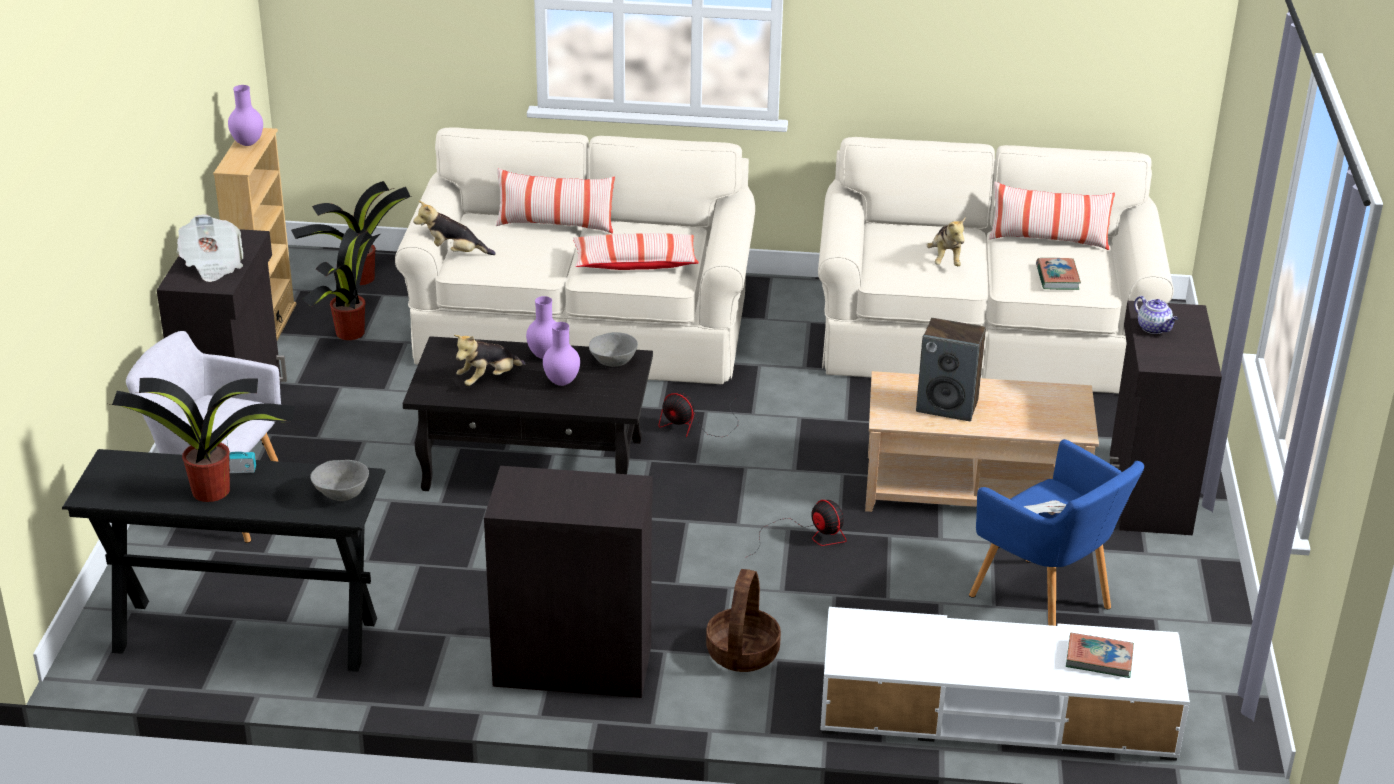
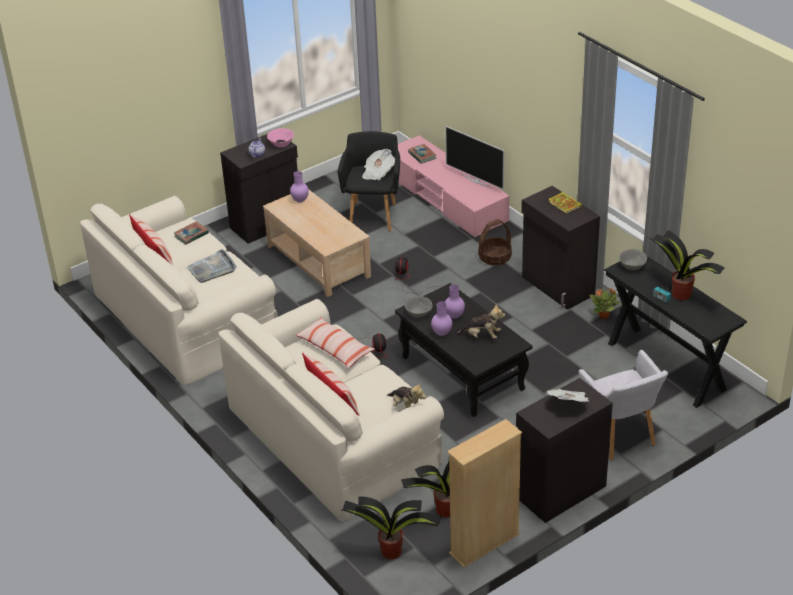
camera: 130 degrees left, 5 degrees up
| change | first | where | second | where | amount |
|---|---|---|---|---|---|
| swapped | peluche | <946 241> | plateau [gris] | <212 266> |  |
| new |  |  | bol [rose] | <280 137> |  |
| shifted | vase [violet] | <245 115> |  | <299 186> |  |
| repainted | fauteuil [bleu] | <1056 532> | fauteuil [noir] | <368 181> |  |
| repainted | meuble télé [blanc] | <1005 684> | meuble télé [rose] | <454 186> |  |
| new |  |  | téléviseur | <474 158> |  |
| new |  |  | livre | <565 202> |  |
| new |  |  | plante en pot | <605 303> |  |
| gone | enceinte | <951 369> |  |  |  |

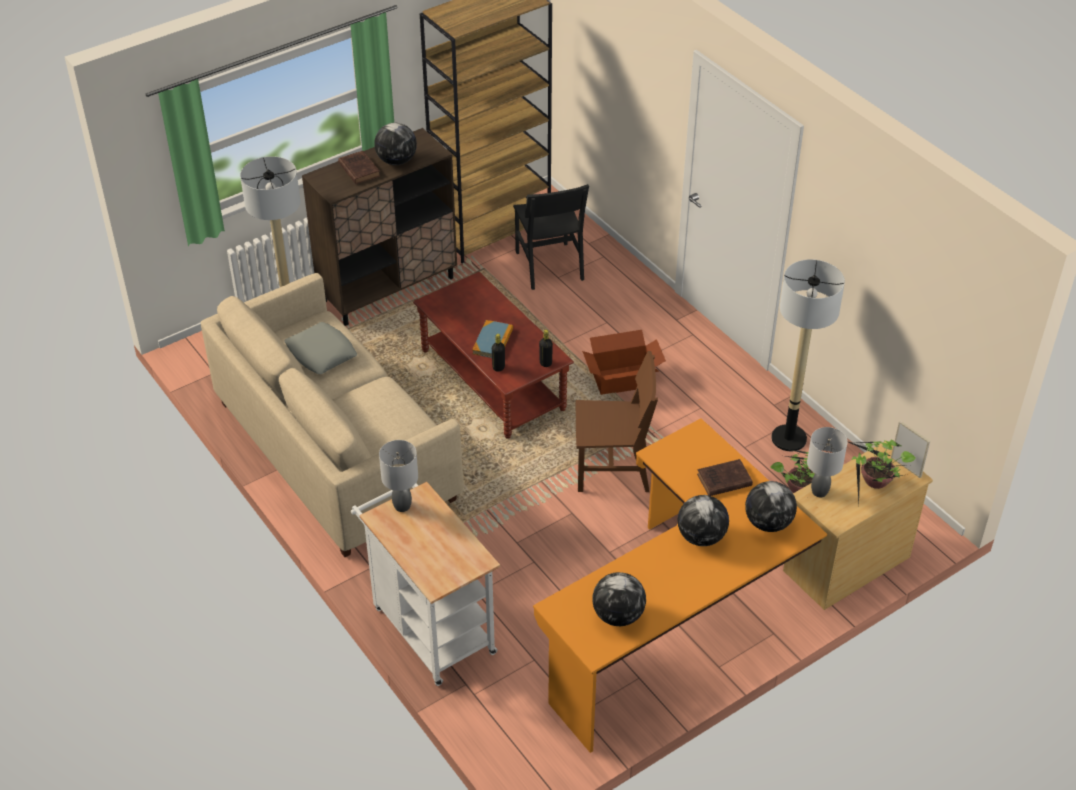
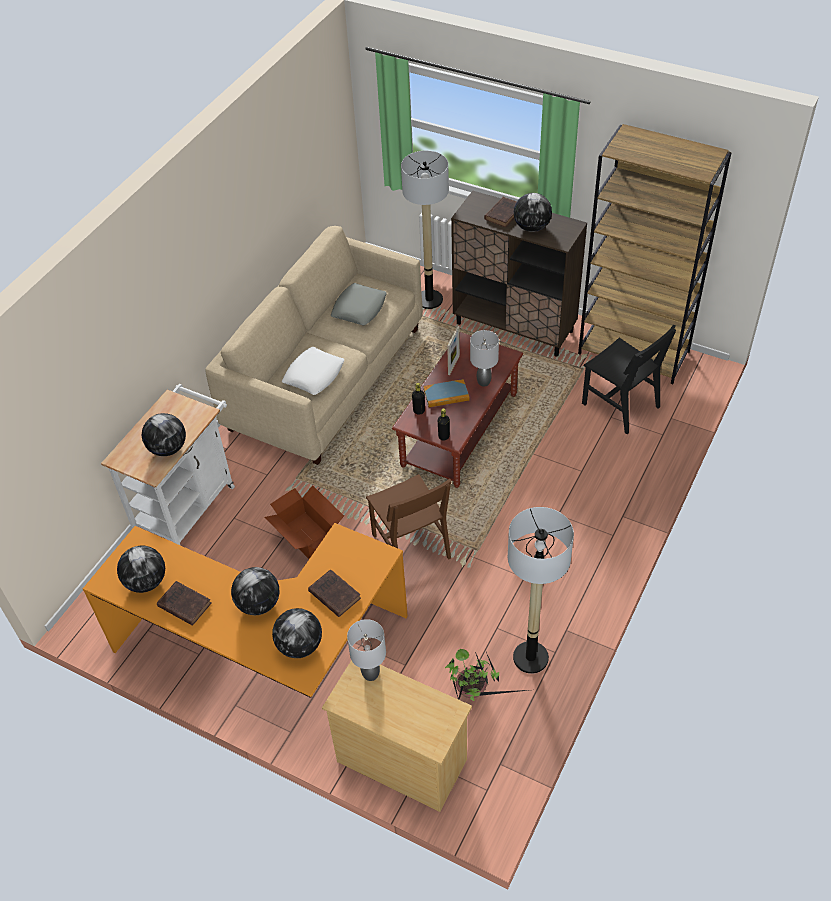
camera: 65 degrees right, 5 degrees up
| change | first | where | second | where | amount |
|---|---|---|---|---|---|
| new |  |  | globe | <164 434> |  |
| new |  |  | livre [marron] | <184 603> |  |
| shifted | carton | <624 362> |  | <304 522> |  |
| new |  |  | coussin [blanc] | <313 371> |  |
| shifted | cadre photo | <910 449> |  | <453 350> |  |
| shifted | lampe de table [gris] | <398 476> |  | <484 358> |  |
| rotated | chaise [noir] | <551 237> |  | <629 379> | 90 degrees counterclockwise |
| gone | plante en pot | <882 471> |  |  |  |

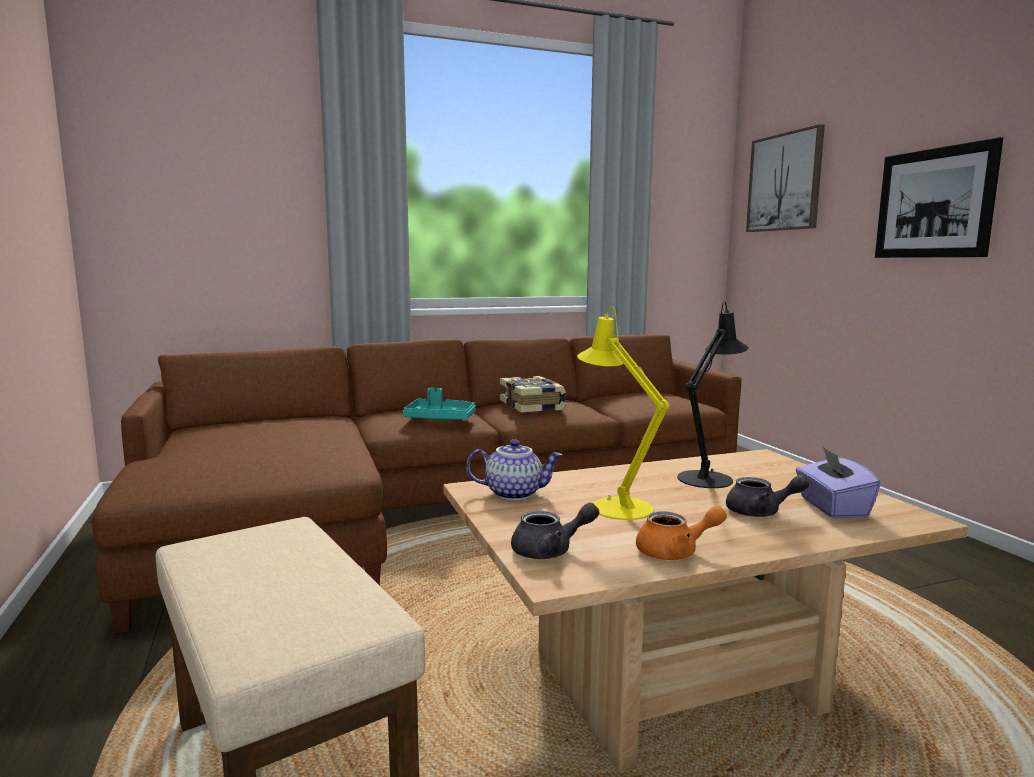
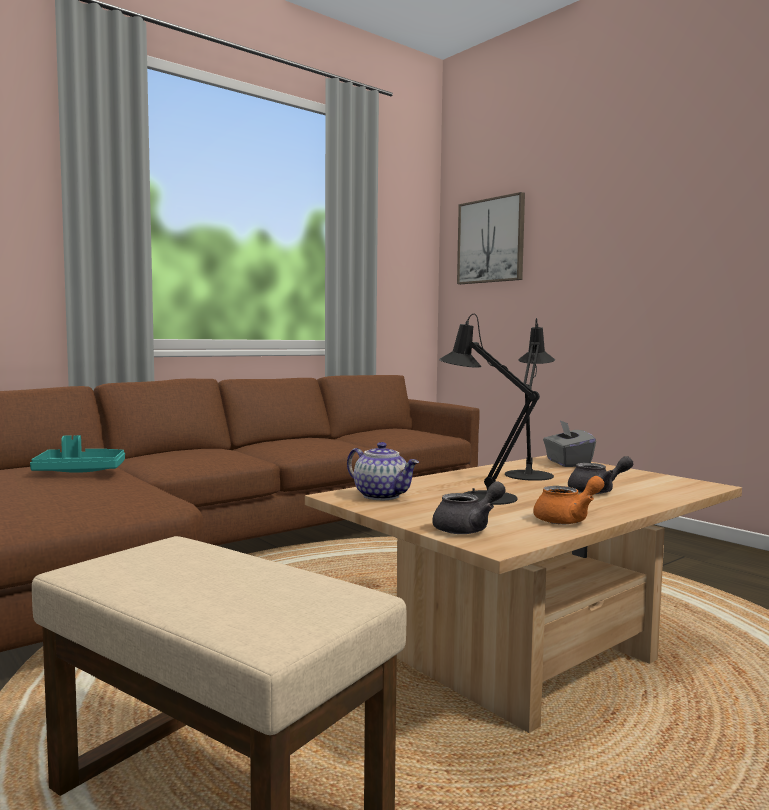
camera: 20 degrees left, 5 degrees down
| change | first | where | second | where | amount |
|---|---|---|---|---|---|
| shifted | plateau [turquoise] | <439 404> |  | <77 454> |  |
| rotated | théière | <514 469> |  | <383 471> | 60 degrees clockwise |
| repainted | lampe de table [jaune] | <623 413> | lampe de table [noir] | <489 409> |  |
| new |  |  | boîte à mouchoirs [gris] | <569 443> |  |
| gone | livre | <533 394> |  |  |  |
| gone | boîte à mouchoirs [violet] | <838 482> |  |  |  |
| gone | tableau | <939 197> |  |  |  |

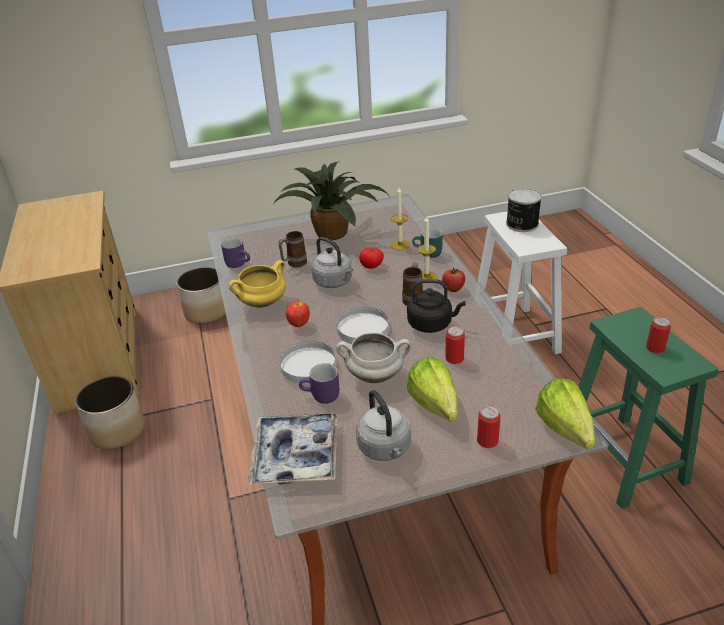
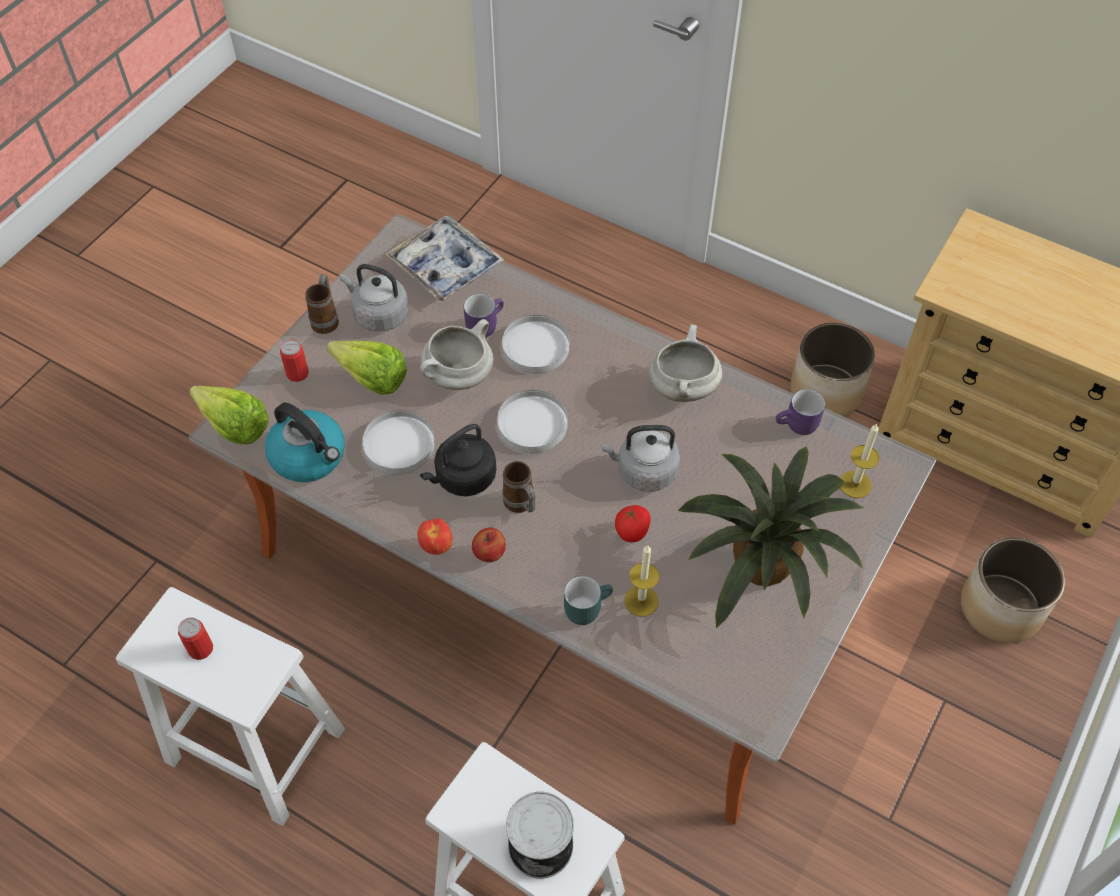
camera: 135 degrees right, 20 degrees up
| change | first | where | second | where | amount |
|---|---|---|---|---|---|
| repainted | tabouret [vert] | <648 408> | tabouret [blanc] | <230 706> |  |
| new |  |  | bouilloire | <305 442> |  |
| shifted | mug | <292 249> |  | <322 304> |  |
| swapped | boîte métallique | <455 345> | assiette [blanc] | <398 442> |  |
| shifted | pomme | <298 314> |  | <435 537> |  |
| repainted | marmite [jaune] | <257 284> | marmite [blanc] | <685 363> |  |
| shifted | bougie | <427 247> |  | <859 460> |  |

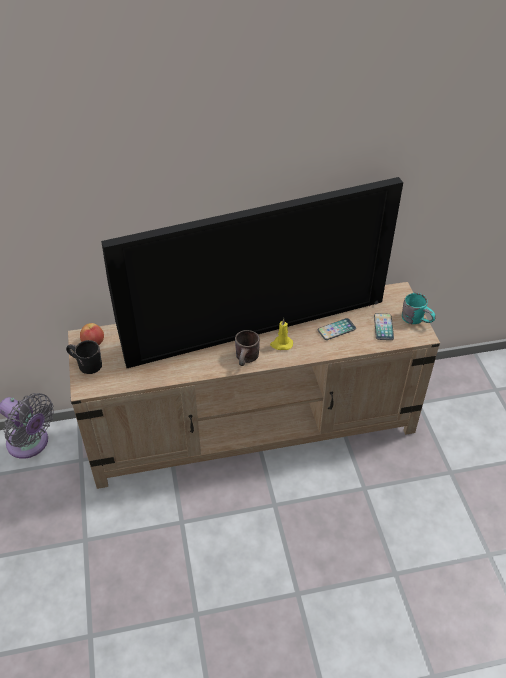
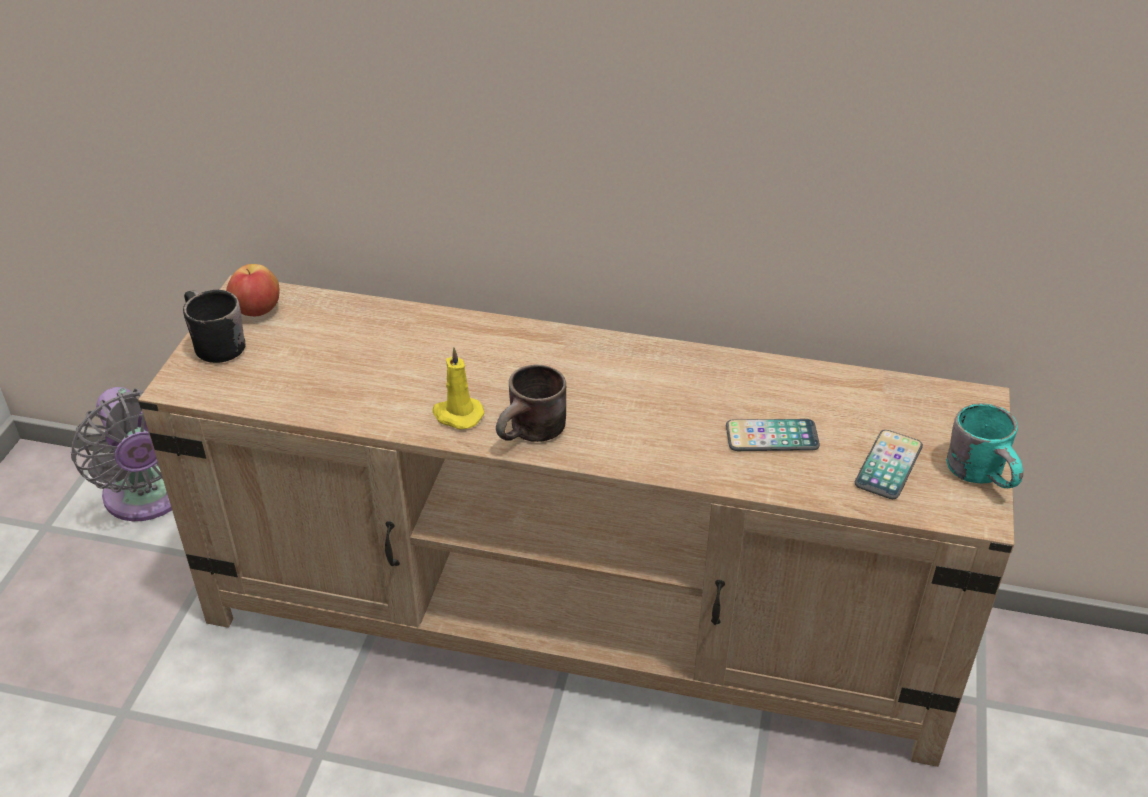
camera: 25 degrees right, 5 degrees down
| change | first | where | second | where | amount |
|---|---|---|---|---|---|
| shifted | bougie [jaune] | <281 334> |  | <458 388> |  |
| gone | téléviseur | <252 272> |  |  |  |

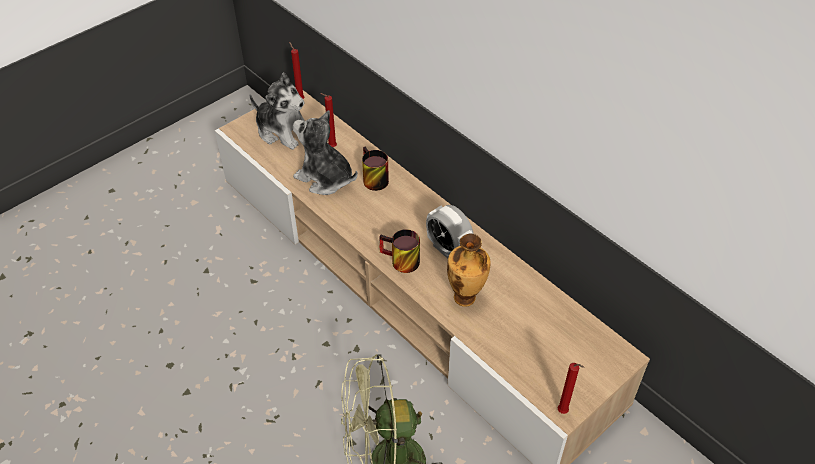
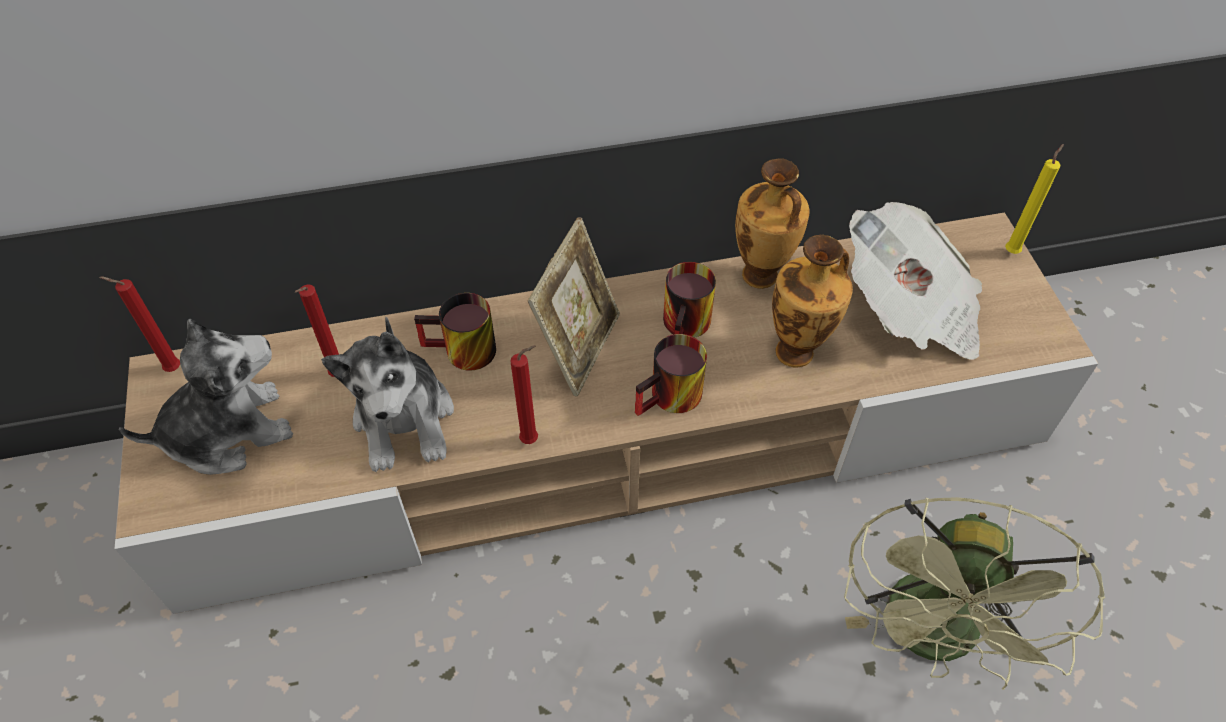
camera: 60 degrees left, 5 degrees up
| change | first | where | second | where | amount |
|---|---|---|---|---|---|
| rotated | peluche | <325 152> |  | <387 394> | 75 degrees counterclockwise |
| shifted | bougie [rouge] | <571 388> |  | <524 394> |  |
| new |  |  | cadre photo | <574 307> |  |
| swapped | réveil | <449 232> | mug | <689 300> |  |
| new |  |  | vase | <772 224> |  |
| new |  |  | journal | <915 281> |  |
| new |  |  | bougie [jaune] | <1034 199> |  |

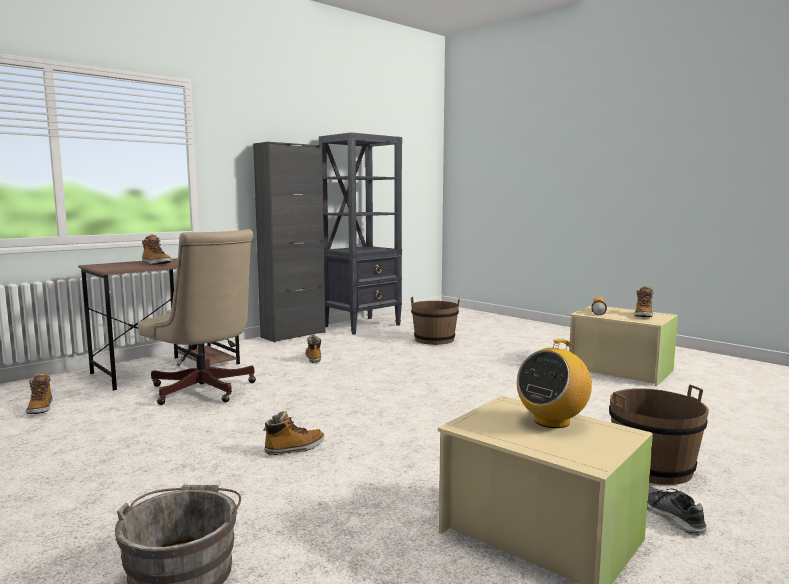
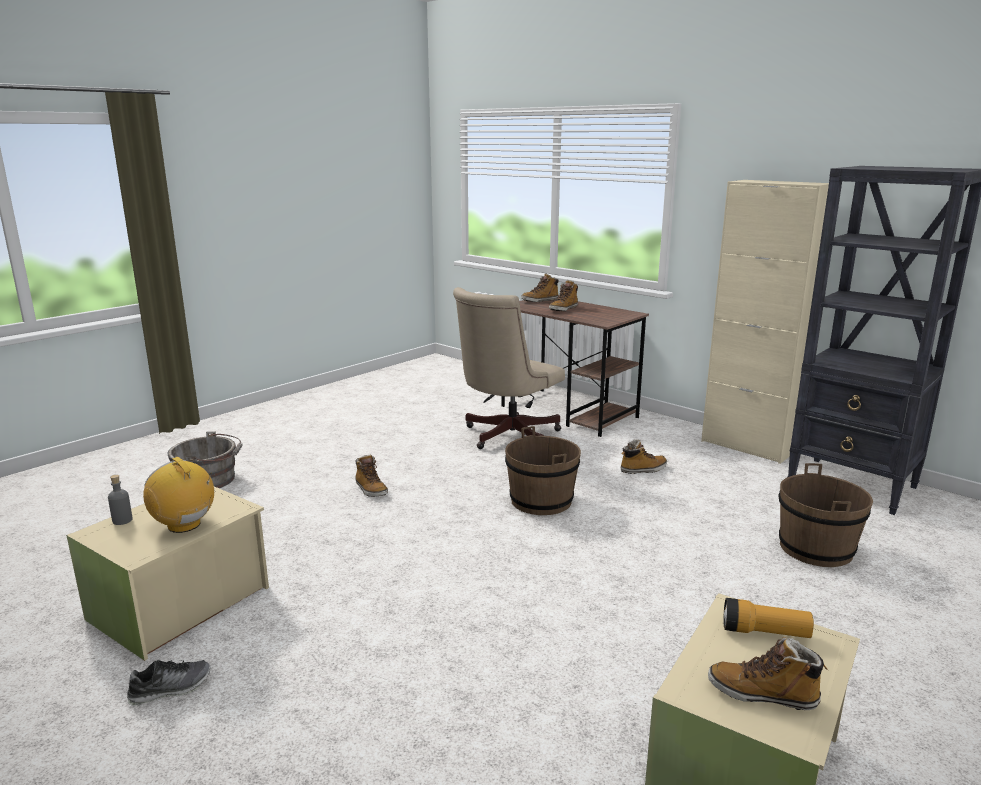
camera: 85 degrees right, 10 degrees up
| change | first | where | second | where | amount |
|---|---|---|---|---|---|
| new |  |  | bouteille [gris] | <120 500> |  |
| shifted | seau [marron] | <659 435> |  | <543 470> |  |
| shifted | botte | <39 394> |  | <540 287> |  |
| repainted | meuble de rangement [noir] | <289 242> | meuble de rangement [beige] | <765 322> |  |

